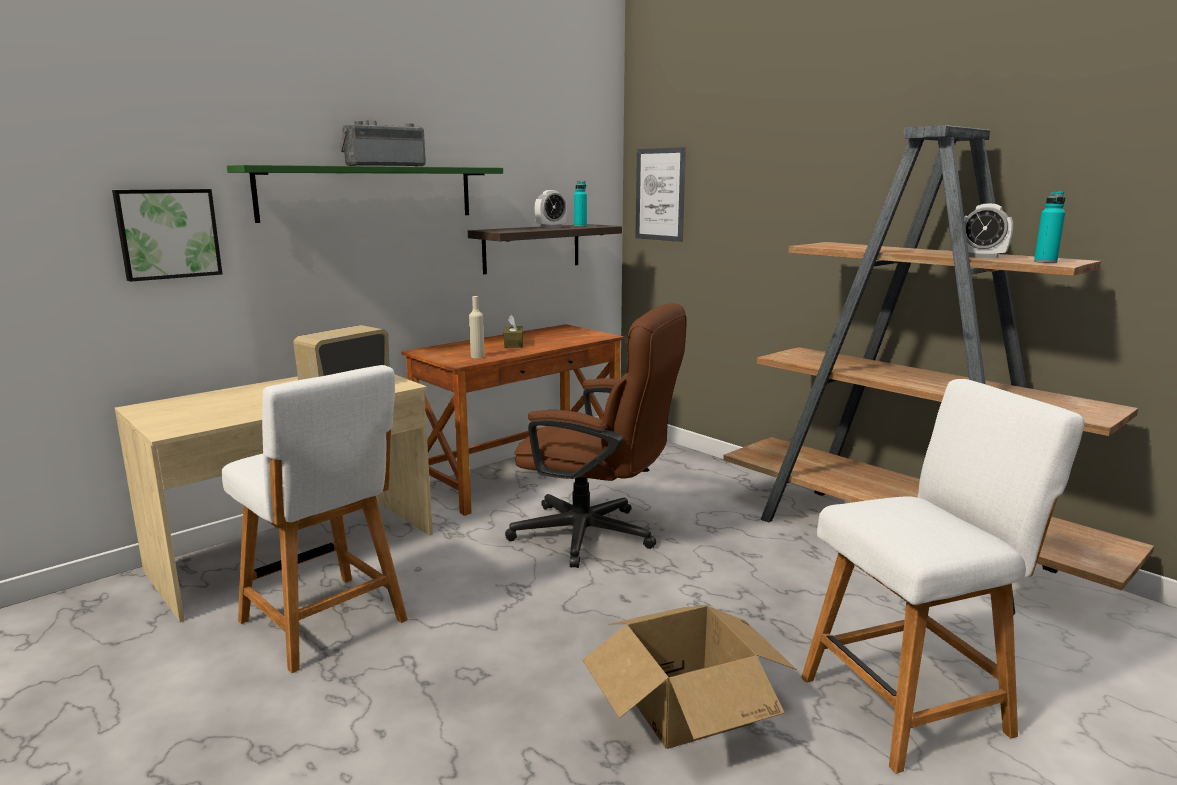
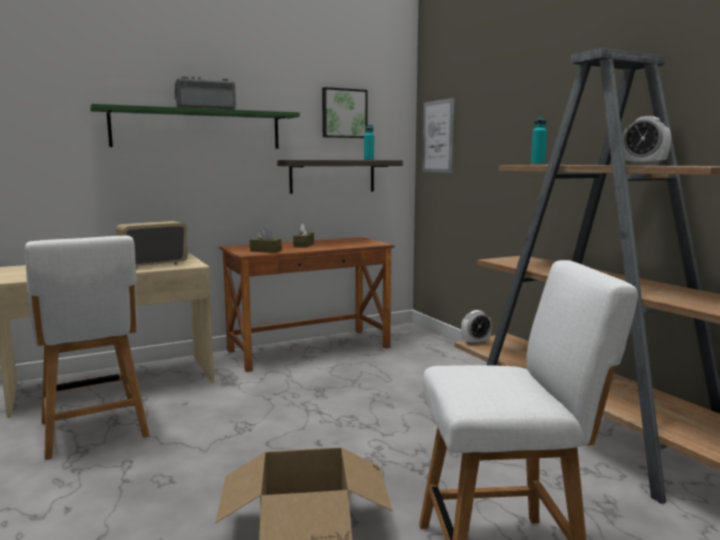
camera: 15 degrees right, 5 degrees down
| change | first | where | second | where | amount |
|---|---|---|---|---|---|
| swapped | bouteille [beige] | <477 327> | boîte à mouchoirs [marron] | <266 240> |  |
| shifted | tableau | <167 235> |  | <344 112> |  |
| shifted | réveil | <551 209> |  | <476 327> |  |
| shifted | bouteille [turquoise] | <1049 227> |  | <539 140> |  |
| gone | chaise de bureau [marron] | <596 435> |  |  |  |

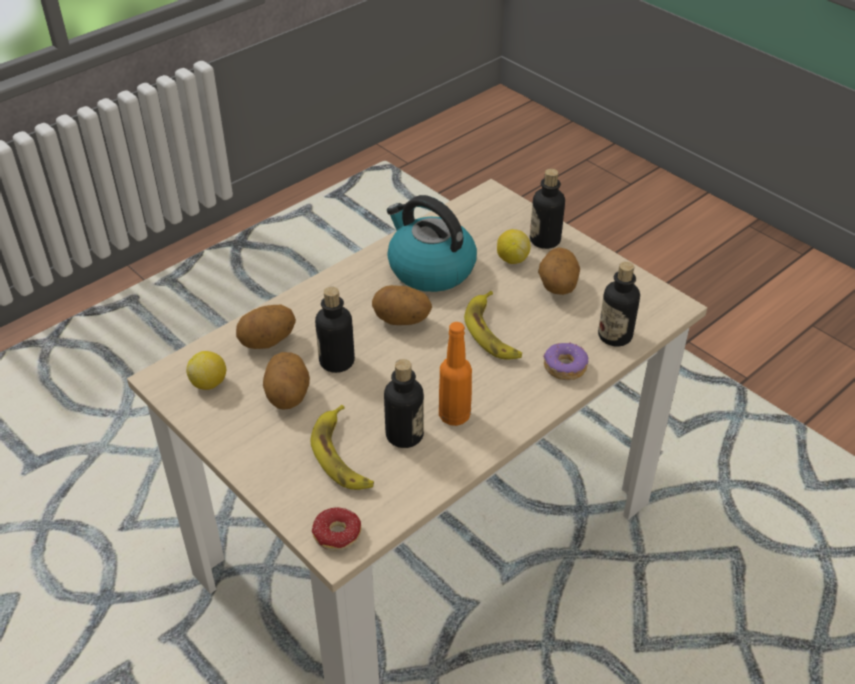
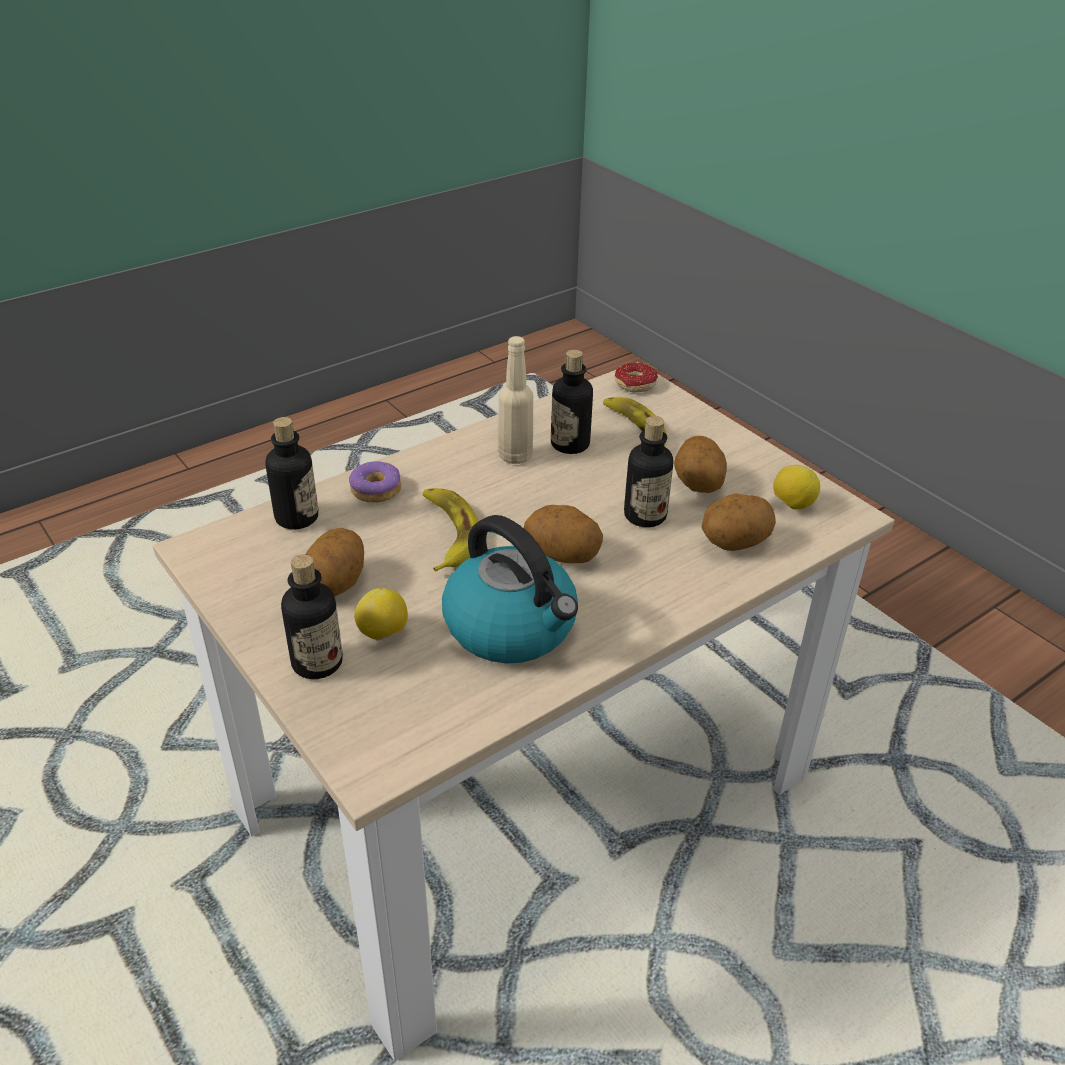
camera: 175 degrees left, 5 degrees down
| change | first | where | second | where | amount |
|---|---|---|---|---|---|
| repainted | bouteille [orange] | <455 374> | bouteille [beige] | <515 400> |  |

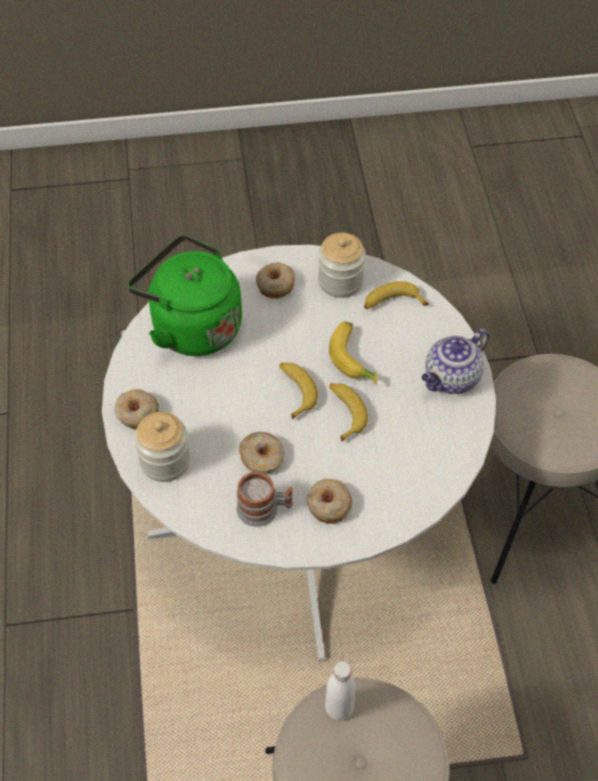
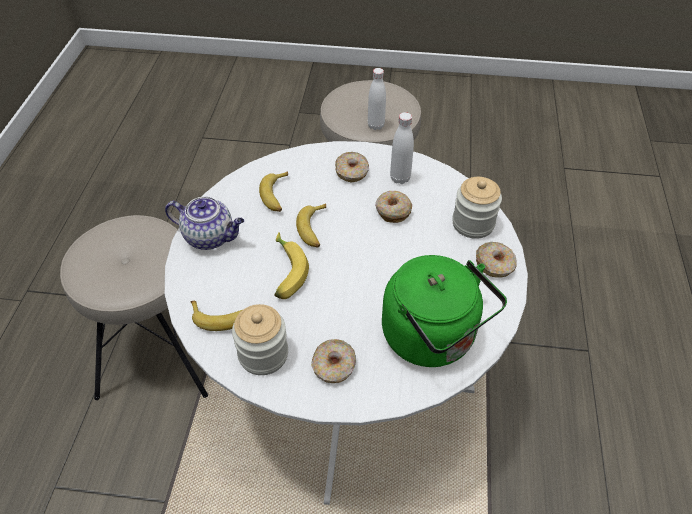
camera: 165 degrees left, 5 degrees down
| change | first | where | second | where | amount |
|---|---|---|---|---|---|
| rotated | théière | <455 361> |  | <204 223> | 45 degrees clockwise |
| shifted | banane | <298 391> |  | <273 191> |  |
| swapped | mug | <264 499> | bouteille [blanc] | <402 148> |  |

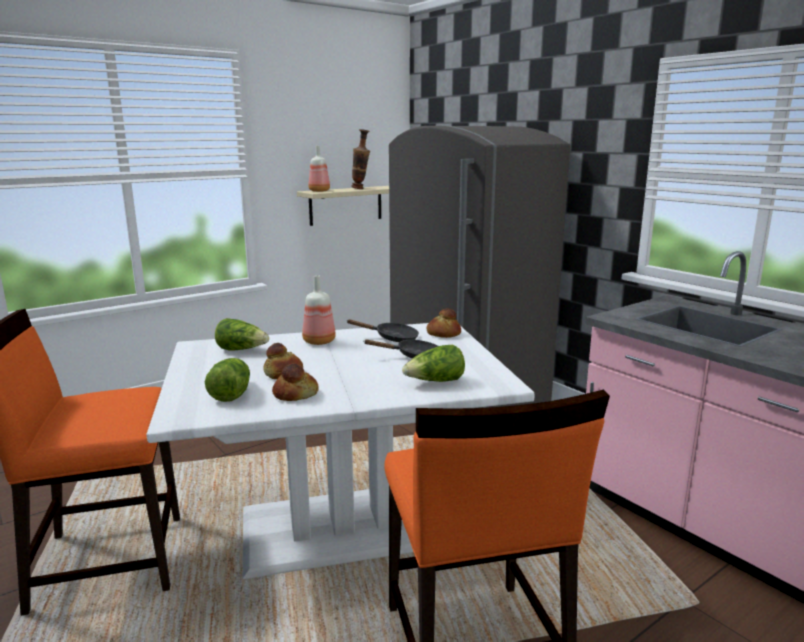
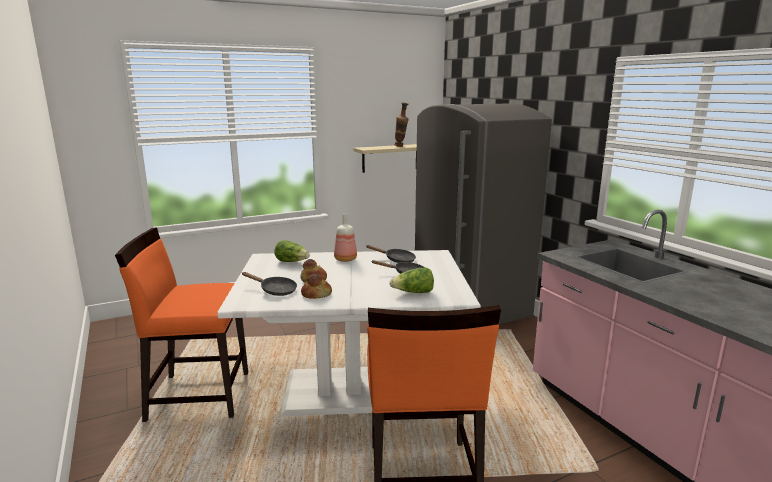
camera: 10 degrees right, 0 degrees up
| change | first | where | second | where | amount |
|---|---|---|---|---|---|
| swapped | laitue | <227 380> | poêle [noir] | <269 284> |  |
| gone | bouteille | <319 169> |  |  |  |
| gone | pain | <444 323> |  |  |  |

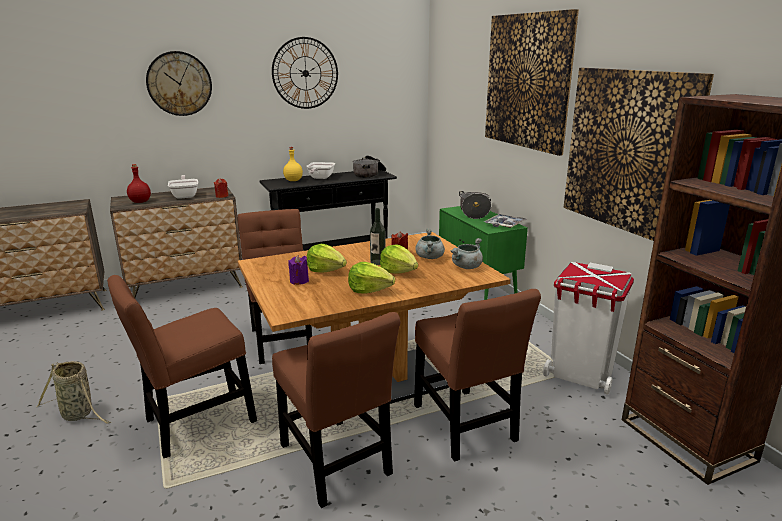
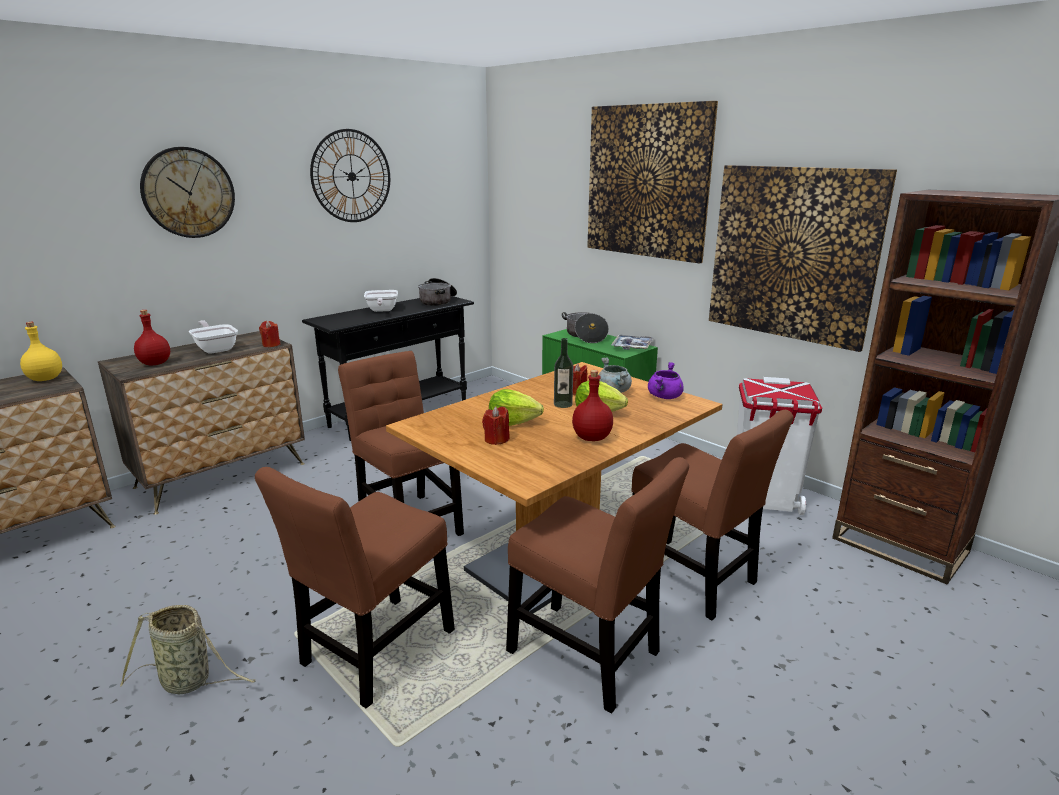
camera: 20 degrees left, 0 degrees up
| change | first | where | second | where | amount |
|---|---|---|---|---|---|
| shifted | bouteille [jaune] | <293 164> |  | <41 351> |  |
| repainted | bougie [violet] | <298 270> | bougie [rouge] | <496 425> |  |
| swapped | laitue | <371 277> | bouteille [rouge] | <592 405> |  |
| repainted | marmite [gris] | <467 253> | marmite [violet] | <666 380> |  |

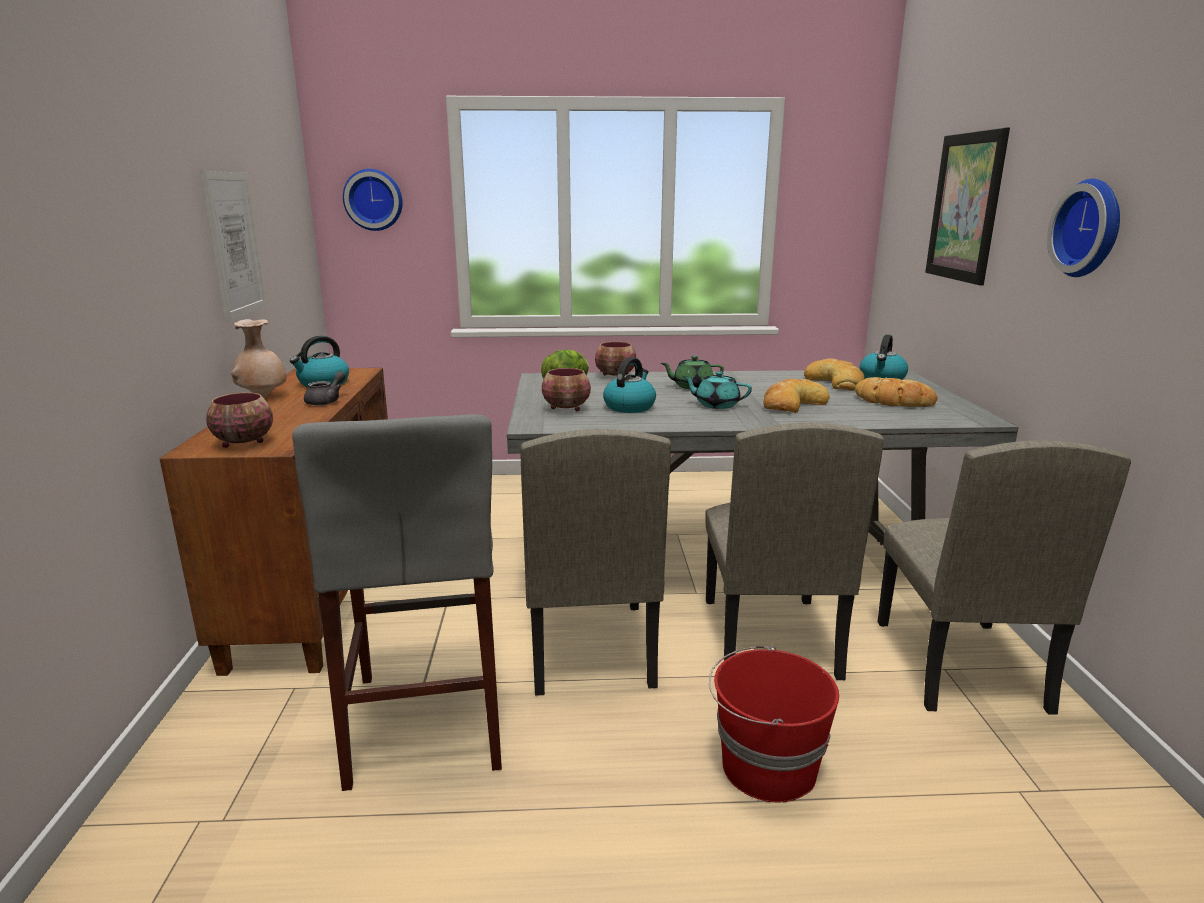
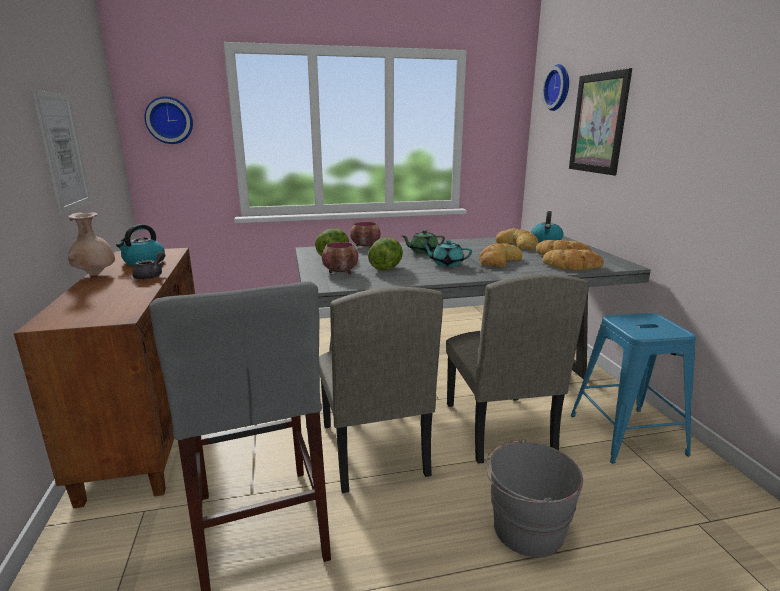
camera: 10 degrees left, 0 degrees up
| change | first | where | second | where | amount |
|---|---|---|---|---|---|
| swapped | bouilloire | <629 385> | laitue | <385 254> |  |
| repainted | seau [rouge] | <774 724> | seau [gris] | <534 498> |  |
| shifted | horloge murale | <1083 228> |  | <555 87> |  |
| new |  |  | pain | <573 259> |  |
| swapped | chaise [beige] | <1004 577> | tabouret [bleu] | <633 388> |  |
| gone | bol | <239 420> |  |  |  |

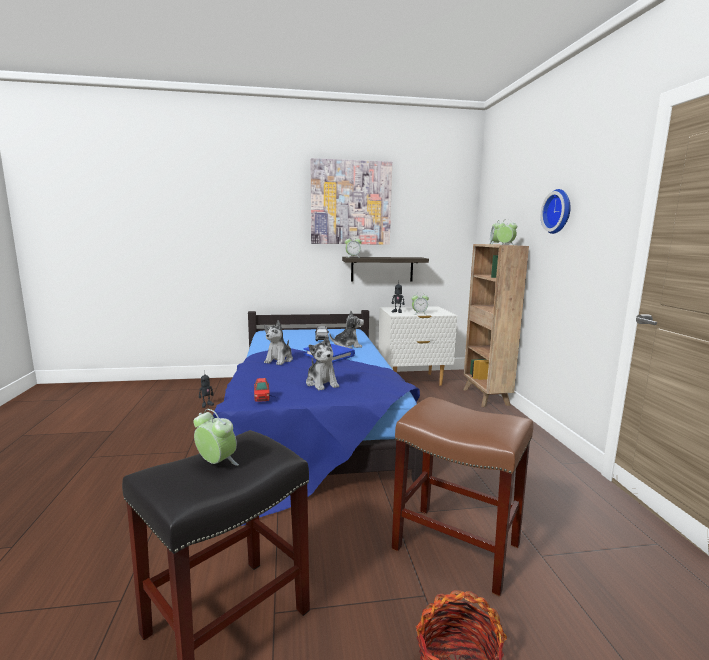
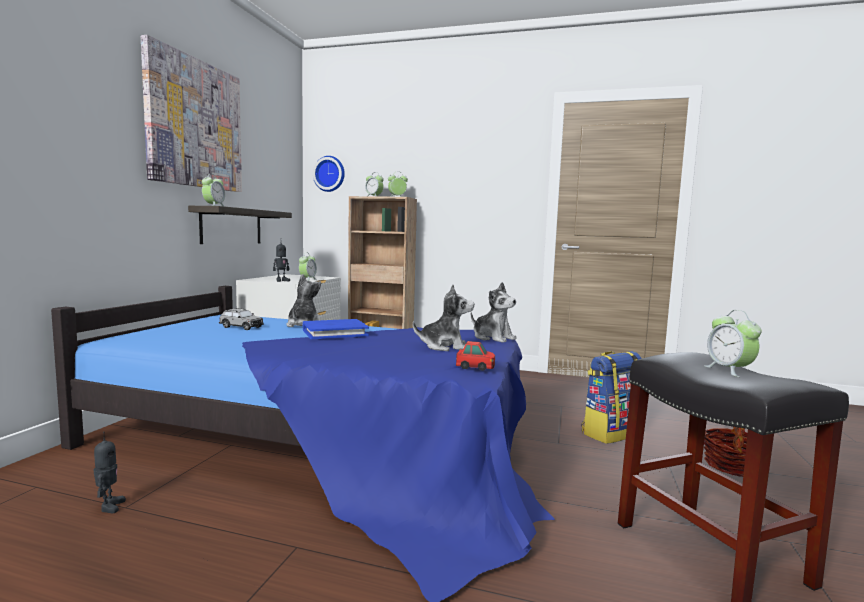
camera: 65 degrees left, 5 degrees down
| change | first | where | second | where | amount |
|---|---|---|---|---|---|
| shifted | horloge murale | <556 211> |  | <329 174> |  |
| shifted | peluche | <278 342> |  | <494 312> |  |
| swapped | tabouret [marron] | <462 497> | sac à dos | <611 397> |  |
| rotated | réveil | <216 437> |  | <733 343> | 75 degrees counterclockwise |

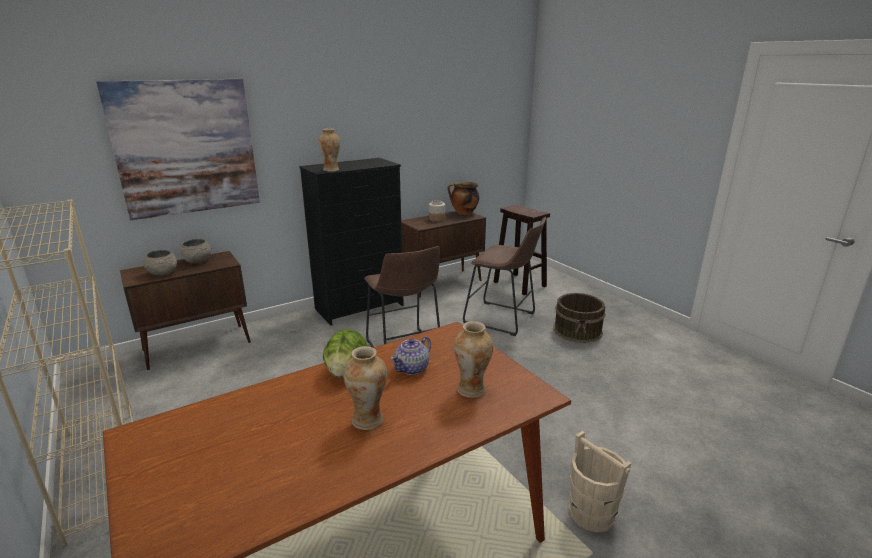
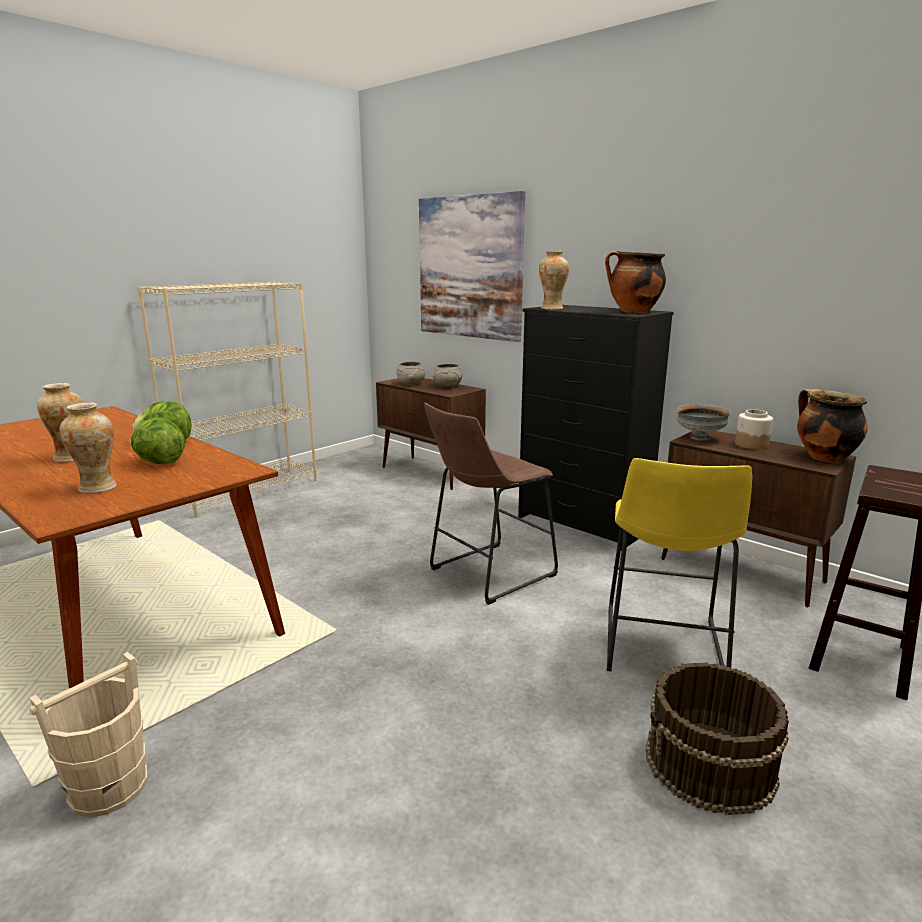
camera: 75 degrees right, 5 degrees down
| change | first | where | second | where | amount |
|---|---|---|---|---|---|
| swapped | théière | <411 355> | laitue | <157 441> |  |
| new |  |  | marmite | <635 282> |  |
| repainted | tabouret [marron] | <504 276> | tabouret [jaune] | <679 564> |  |
| new |  |  | bol [gris] | <703 422> |  |

